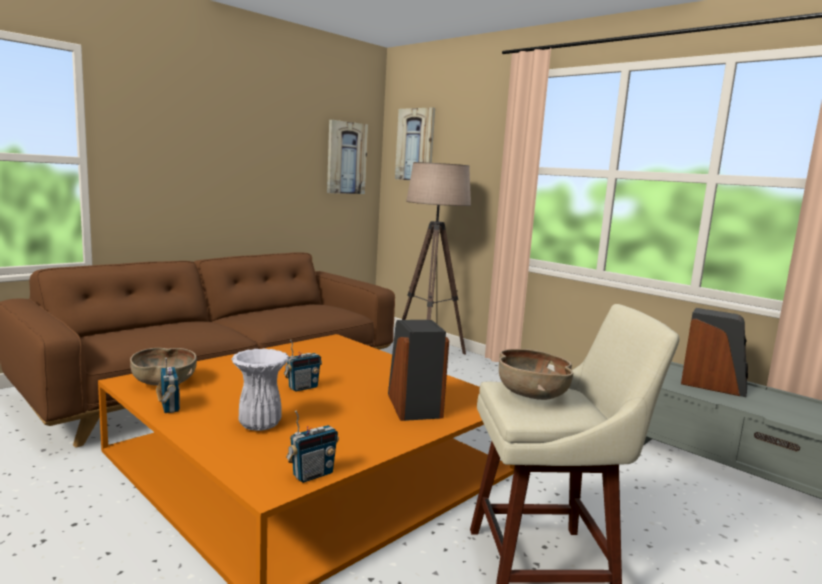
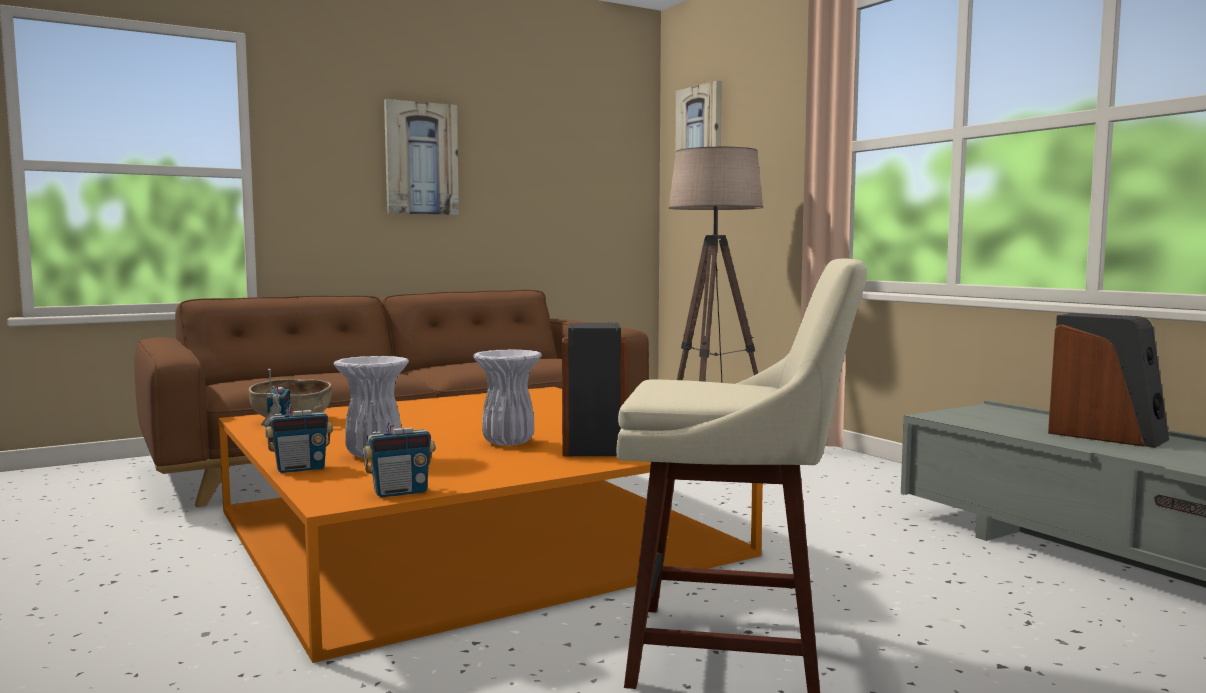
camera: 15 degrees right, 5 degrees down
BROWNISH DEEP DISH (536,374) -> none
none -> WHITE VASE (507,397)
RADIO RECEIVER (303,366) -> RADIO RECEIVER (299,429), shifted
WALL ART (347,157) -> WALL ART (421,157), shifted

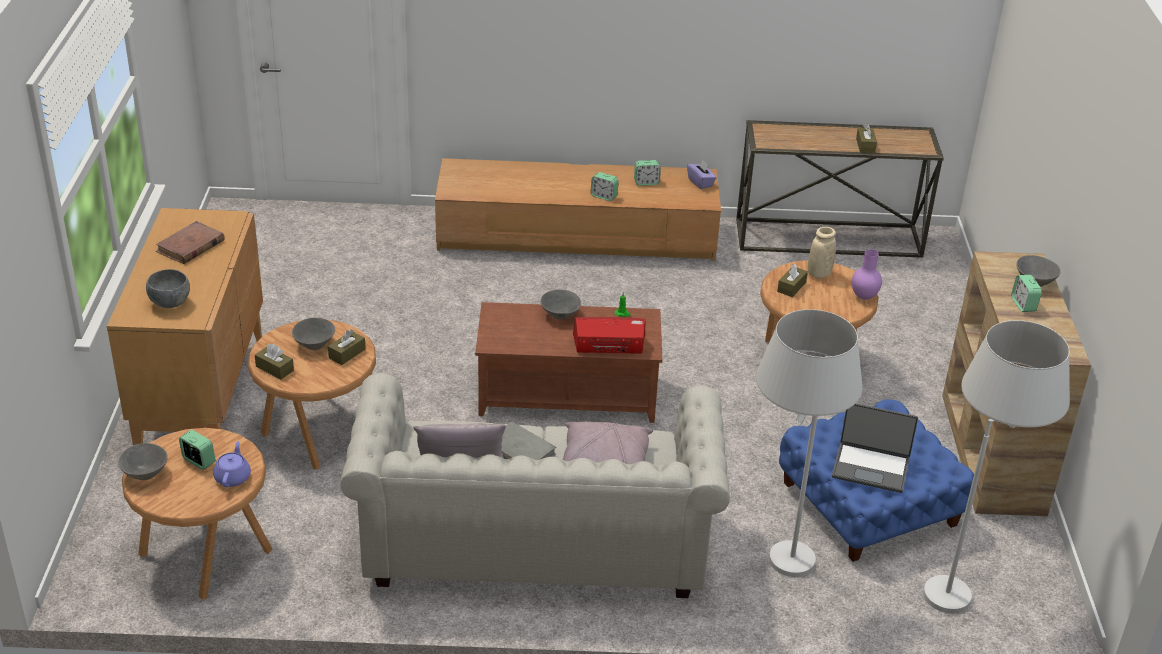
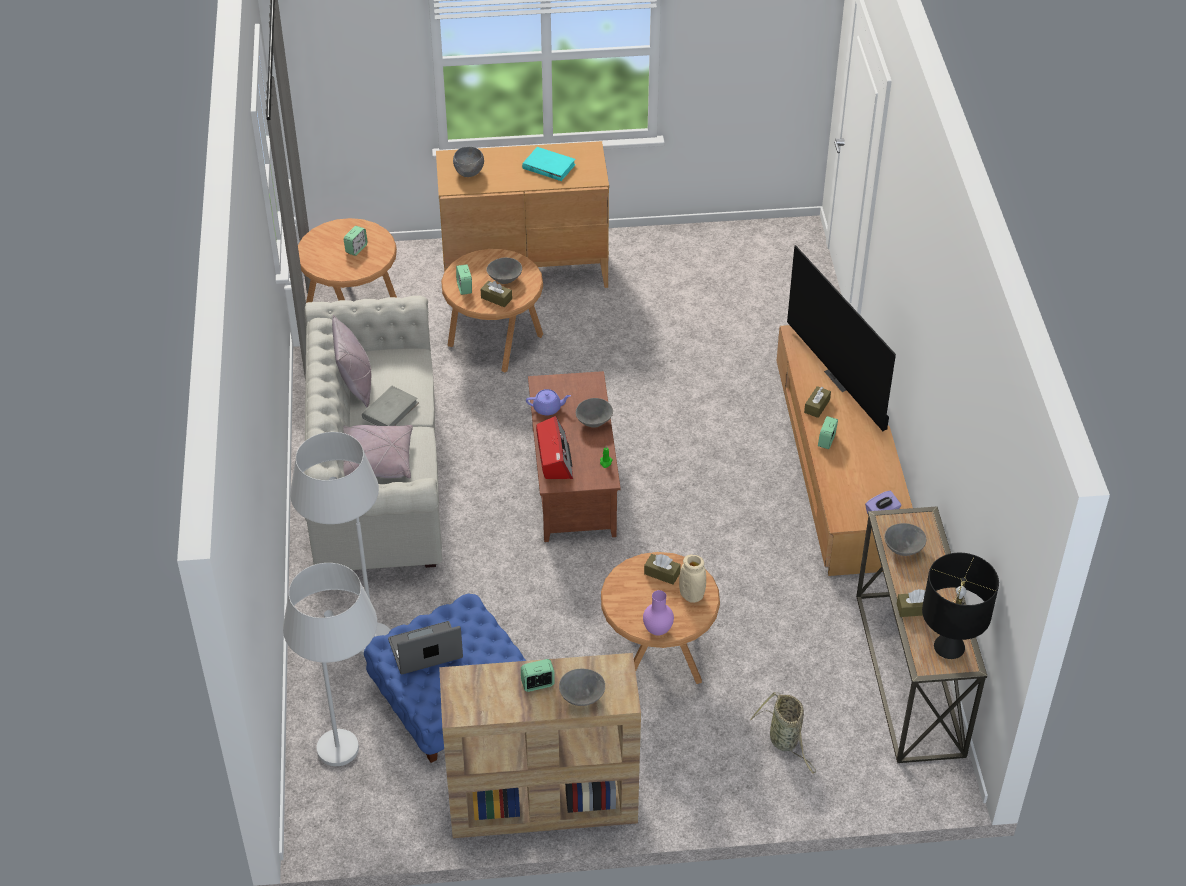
camera: 85 degrees right, 10 degrees up
none -> HOUSEHOLD BASKET (783,732)
none -> TV (841,338)
none -> BLACKISH TABLETOP LAMP (960,606)
GRAY DEEP DISH (143,461) -> GRAY DEEP DISH (905,539), shifted
PURPLE-COLOURED TEA POT (232,464) -> PURPLE-COLOURED TEA POT (548,402), shifted
BROWNISH TISSUE BOX (274,361) -> BROWNISH TISSUE BOX (817,402), shifted
BEDSIDE CLOCK (647,173) -> BEDSIDE CLOCK (464,279), shifted
BROWNISH BOOK (190,242) -> TURQUOISE BOOK (549,164)
LAPTOP (875,448) -> LAPTOP (425,647), 60 degrees clockwise

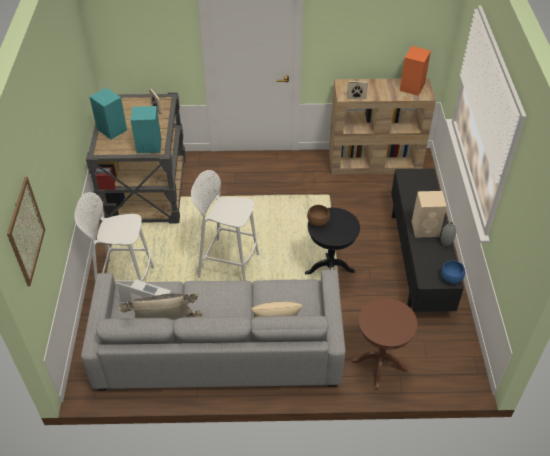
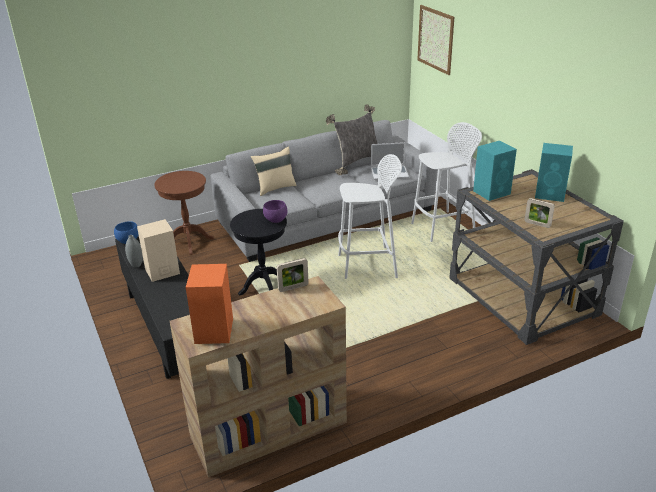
camera: 155 degrees right, 15 degrees down
BROWNISH DEEP DISH (318,215) -> PURPLE-COLOURED DEEP DISH (275,211)

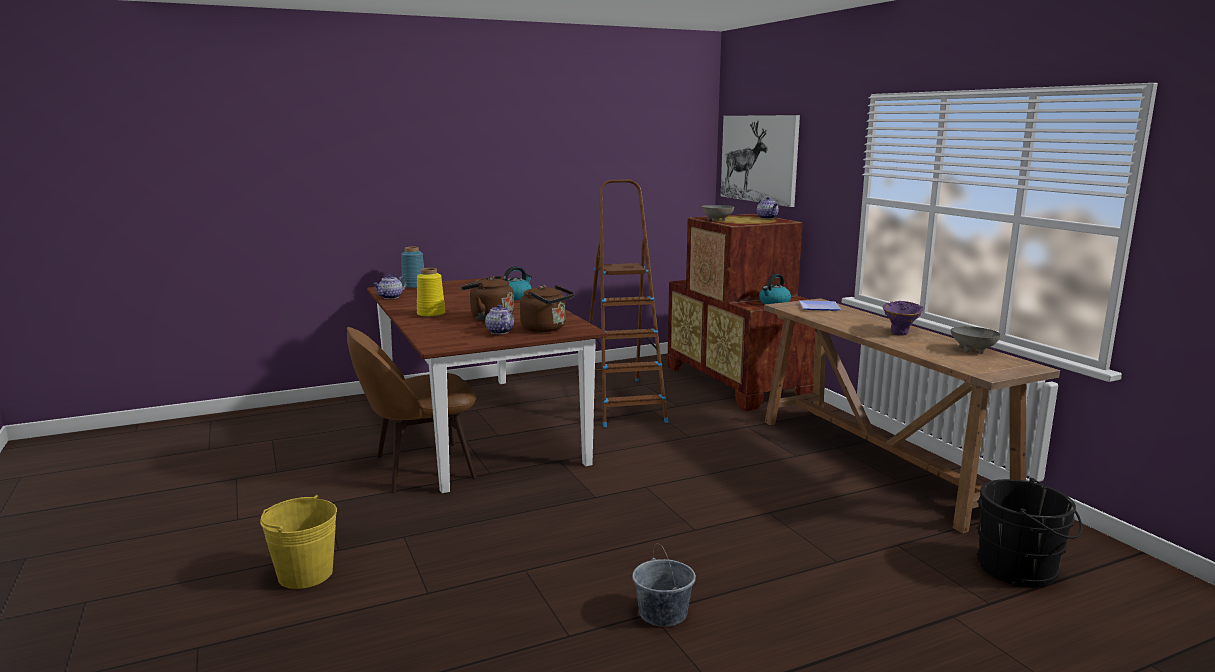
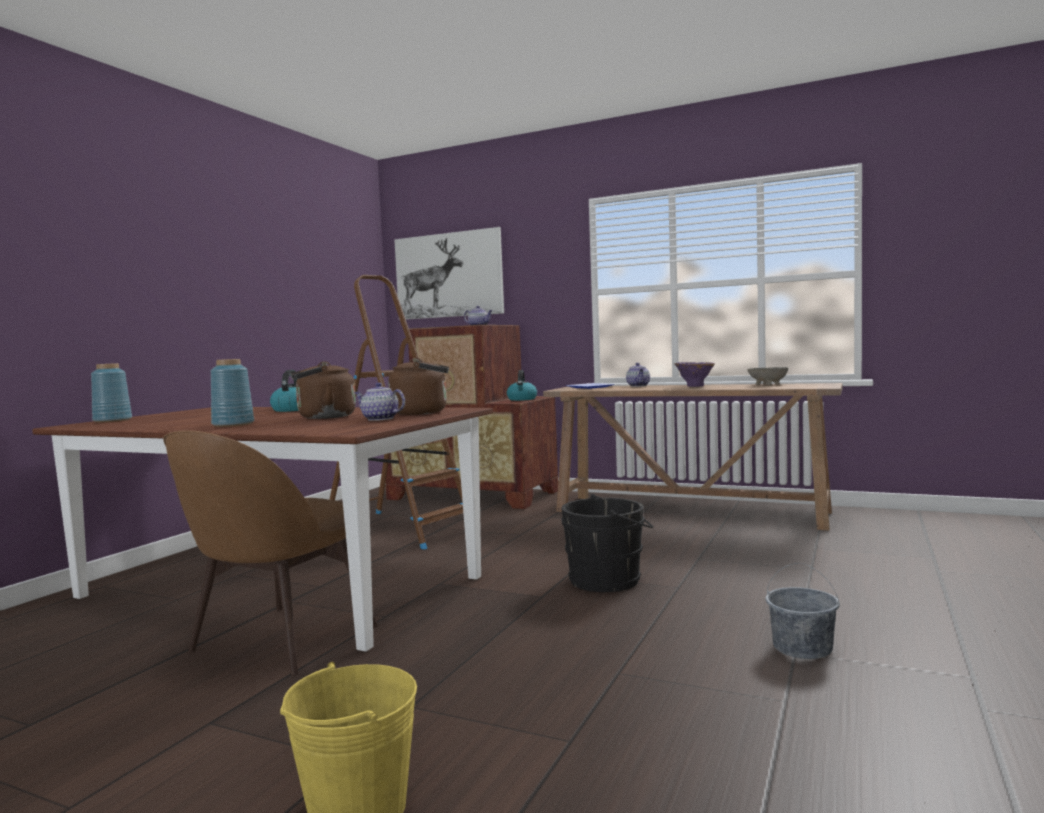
camera: 40 degrees left, 10 degrees down
GRAY DEEP DISH (718,213) -> none
TEA POT (389,286) -> TEA POT (638,375), shifted
BLACKISH WATER BUCKET (1029,533) -> BLACKISH WATER BUCKET (607,543), shifted
YELLOWISH VASE (431,292) -> BLUISH VASE (232,393)

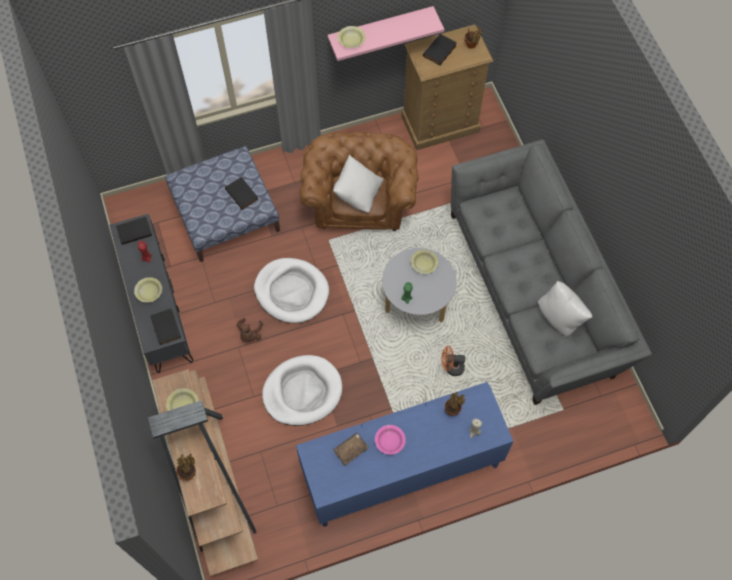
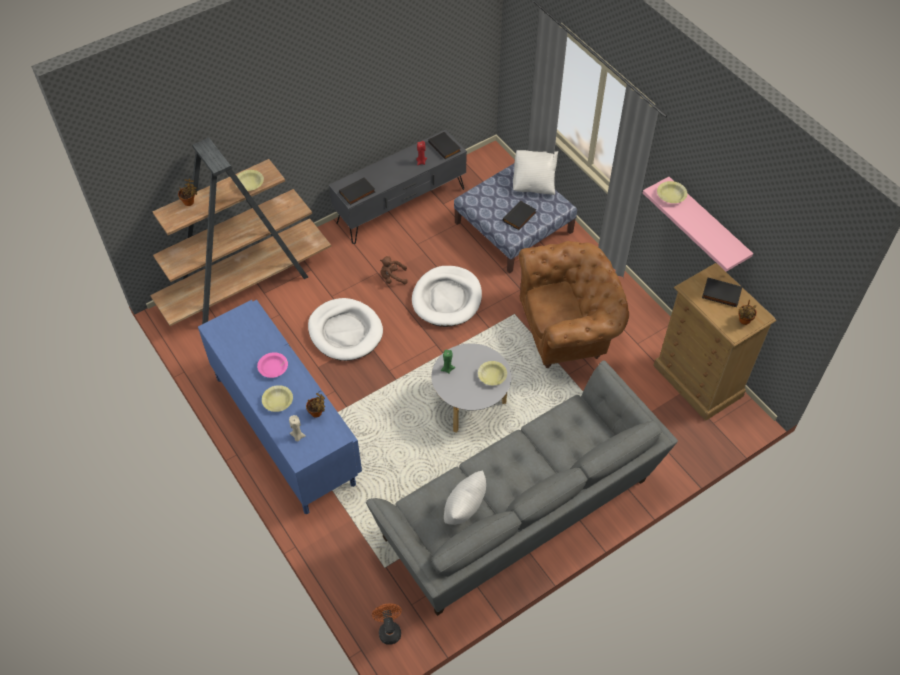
camera: 75 degrees right, 10 degrees down
BROWNISH BOOK (351,449) -> none
YELLOWISH DEEP DISH (148,290) -> YELLOWISH DEEP DISH (277,398), shifted
WHITE THROW PILLOW (358,184) -> WHITE THROW PILLOW (536,172), shifted
ORANGEY COOLING FAN (453,361) -> ORANGEY COOLING FAN (387,624), shifted

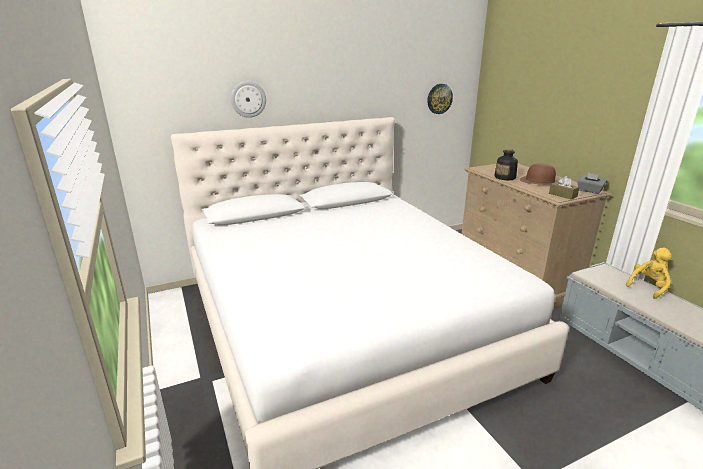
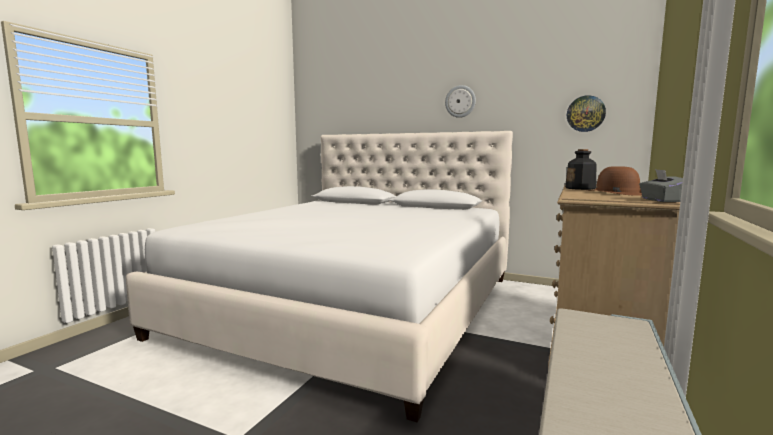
camera: 50 degrees right, 15 degrees down
BROWNISH TISSUE BOX (564,187) -> none
YELLOWISH PLUSH TOY (649,273) -> none
HANGING CLOCK (248,99) -> HANGING CLOCK (460,101), shifted

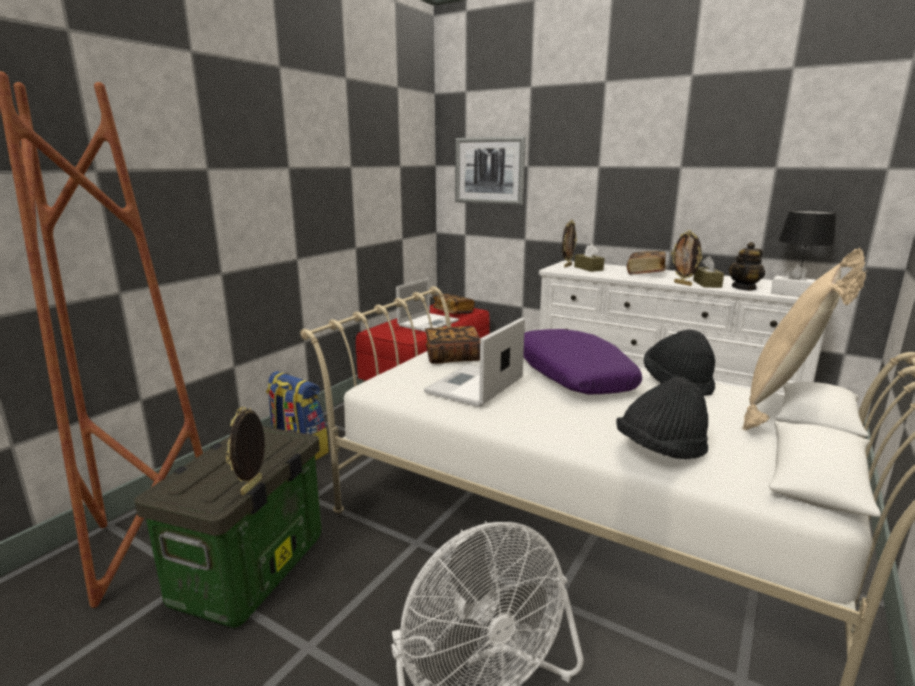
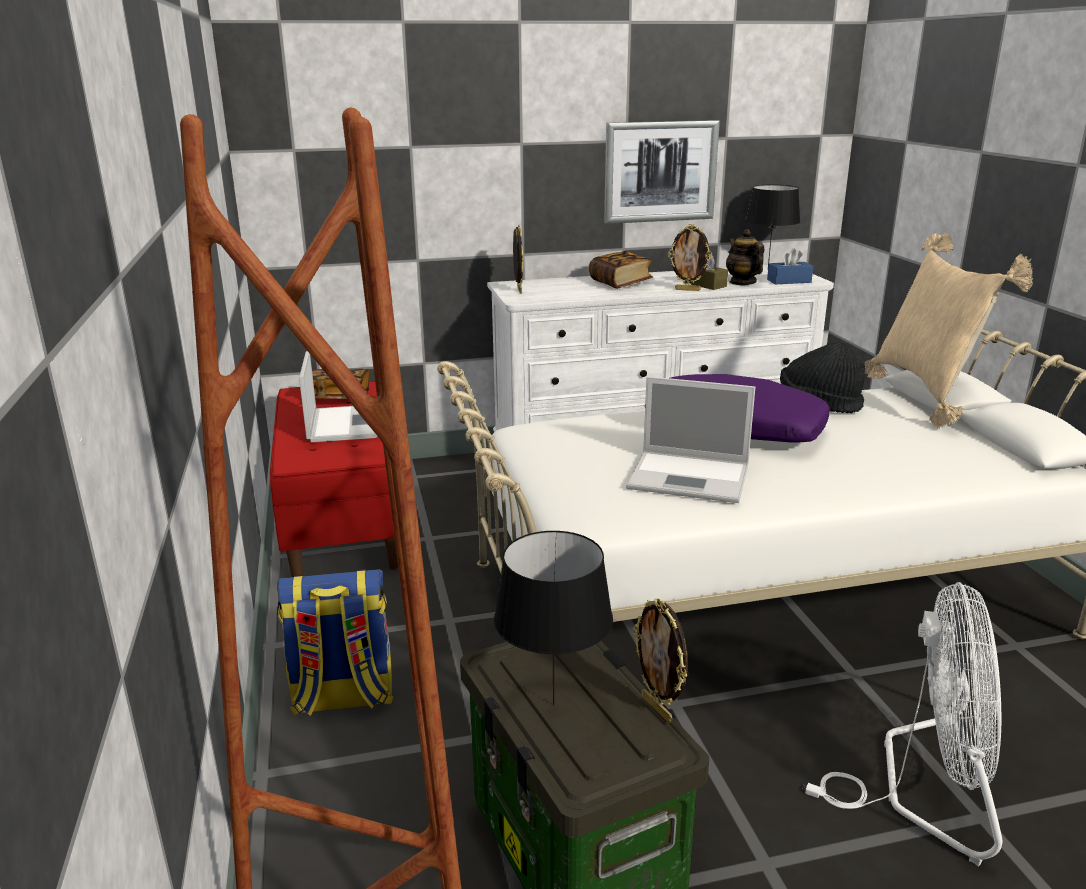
camera: 45 degrees left, 5 degrees up
BOOK (452,345) -> none
BROWNISH TISSUE BOX (589,258) -> none
BLACKISH WEARABLE HAT (662,418) -> none
none -> BLACKISH TABLETOP LAMP (553,618)
WALL ART (490,170) -> WALL ART (662,172), shifted
WHITE TISSUE BOX (793,280) -> BLUISH TISSUE BOX (790,266)
LAPTOP (474,362) -> LAPTOP (690,439), 60 degrees counterclockwise
TEA POT (747,266) -> TEA POT (745,257), 150 degrees clockwise

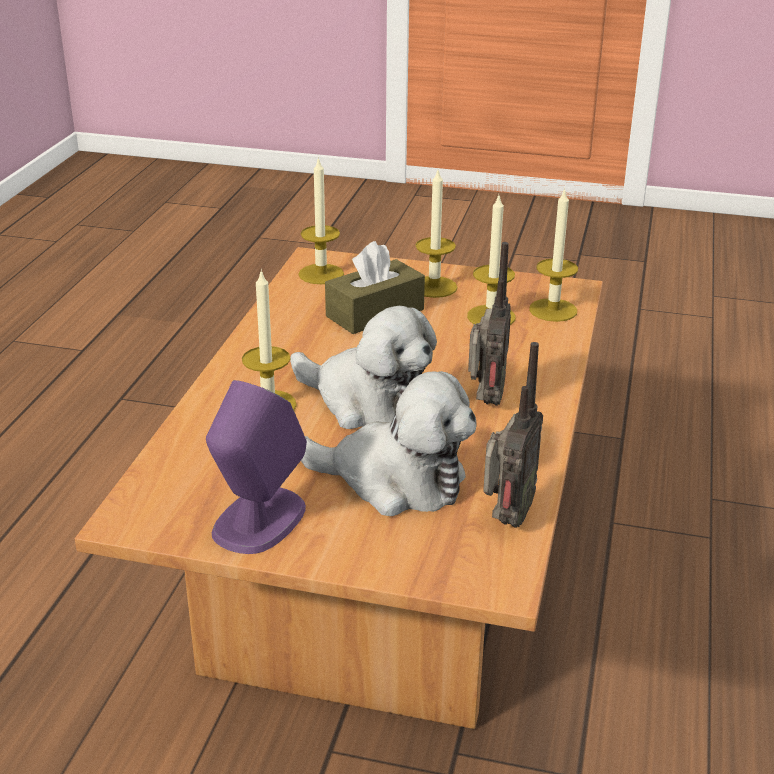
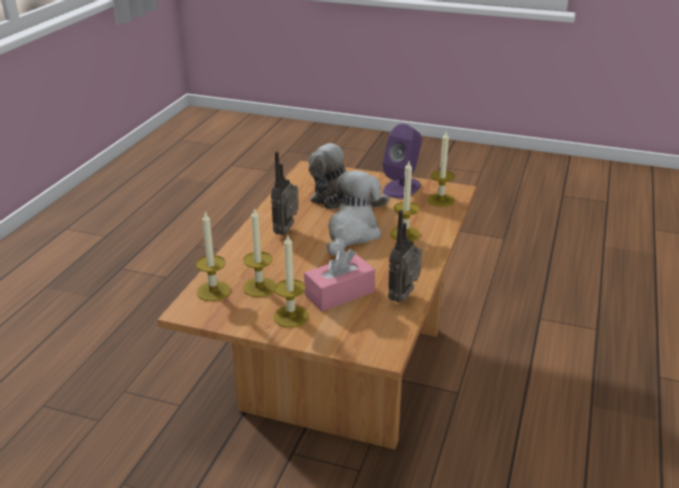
camera: 175 degrees left, 0 degrees up
CANDLE (321,220) -> CANDLE (441,168), shifted
RADIO RECEIVER (513,435) -> RADIO RECEIVER (405,256), shifted
BROWNISH TISSUE BOX (375,287) -> PINK TISSUE BOX (339,280)
PLUSH TOY (363,367) -> PLUSH TOY (354,213), 75 degrees clockwise

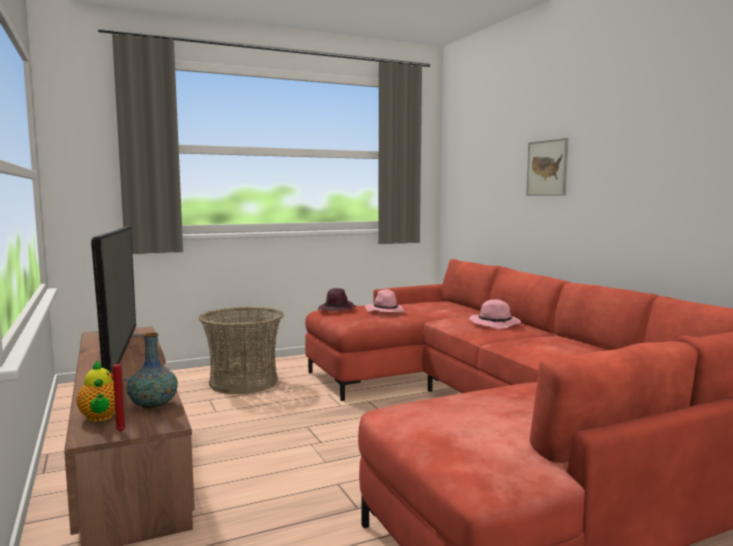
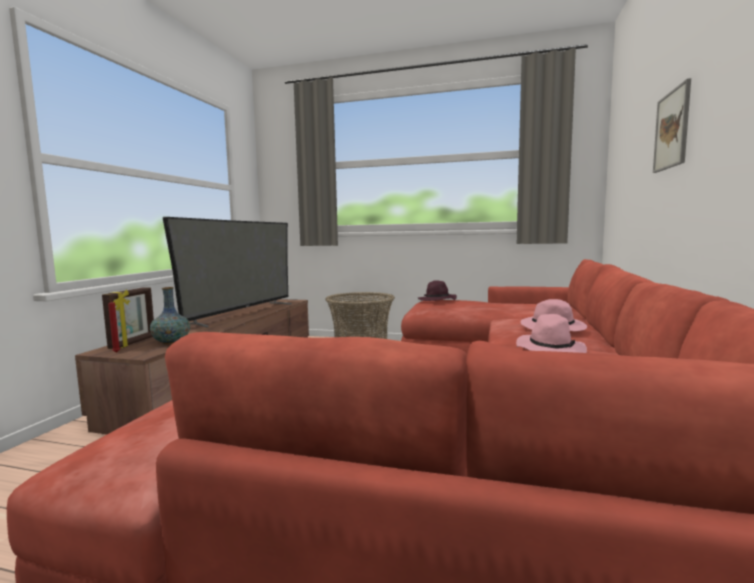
camera: 40 degrees right, 0 degrees up
PINK WEARABLE HAT (385,300) -> PINK WEARABLE HAT (551,333), shifted
TEA POT (95,391) -> STANDING FRAME (128,318)

